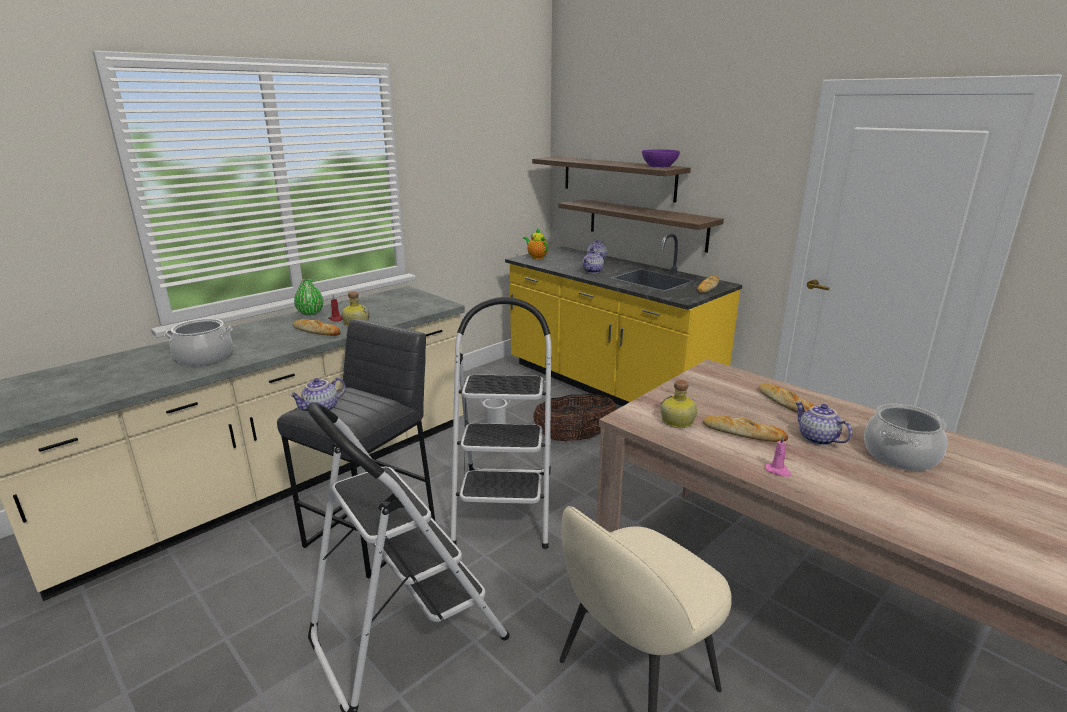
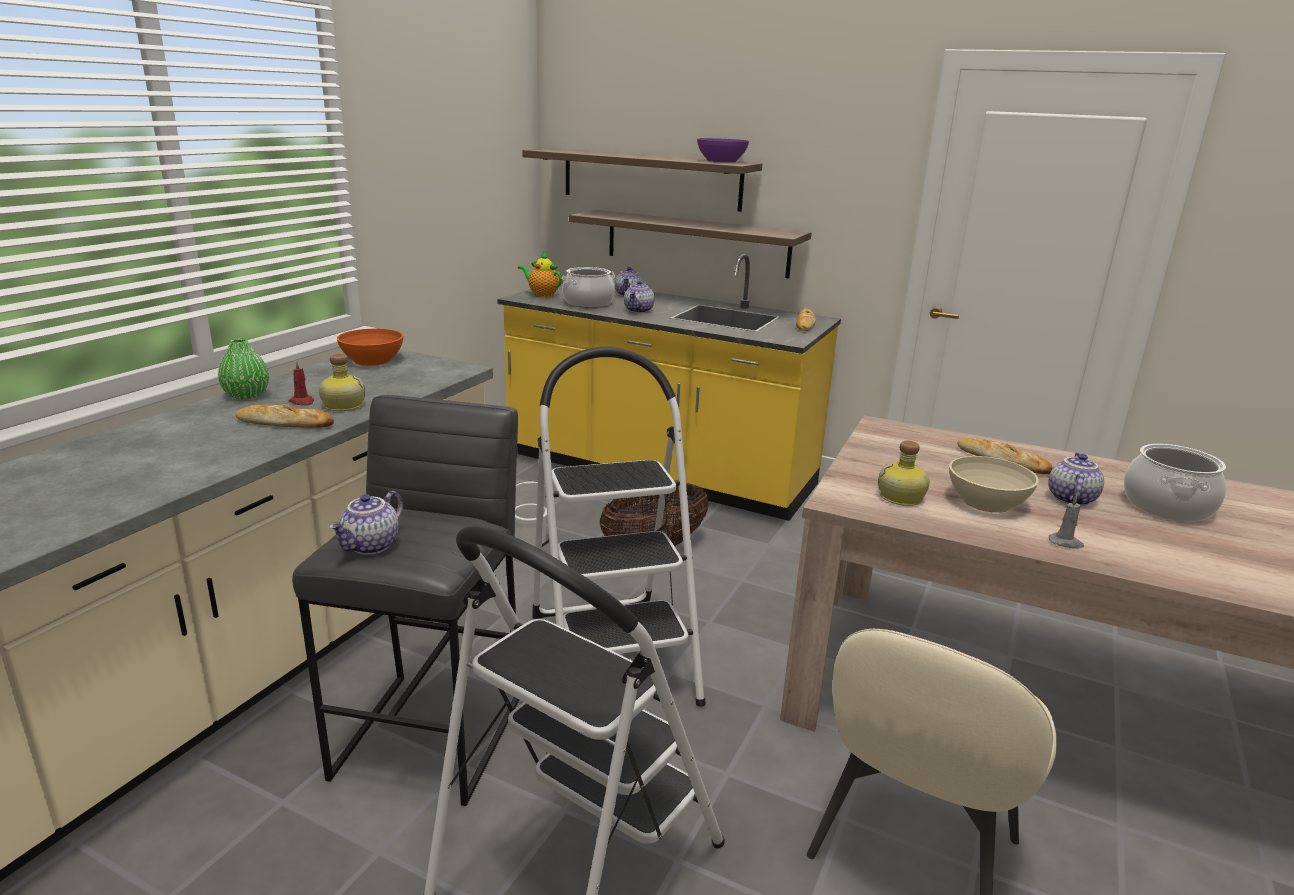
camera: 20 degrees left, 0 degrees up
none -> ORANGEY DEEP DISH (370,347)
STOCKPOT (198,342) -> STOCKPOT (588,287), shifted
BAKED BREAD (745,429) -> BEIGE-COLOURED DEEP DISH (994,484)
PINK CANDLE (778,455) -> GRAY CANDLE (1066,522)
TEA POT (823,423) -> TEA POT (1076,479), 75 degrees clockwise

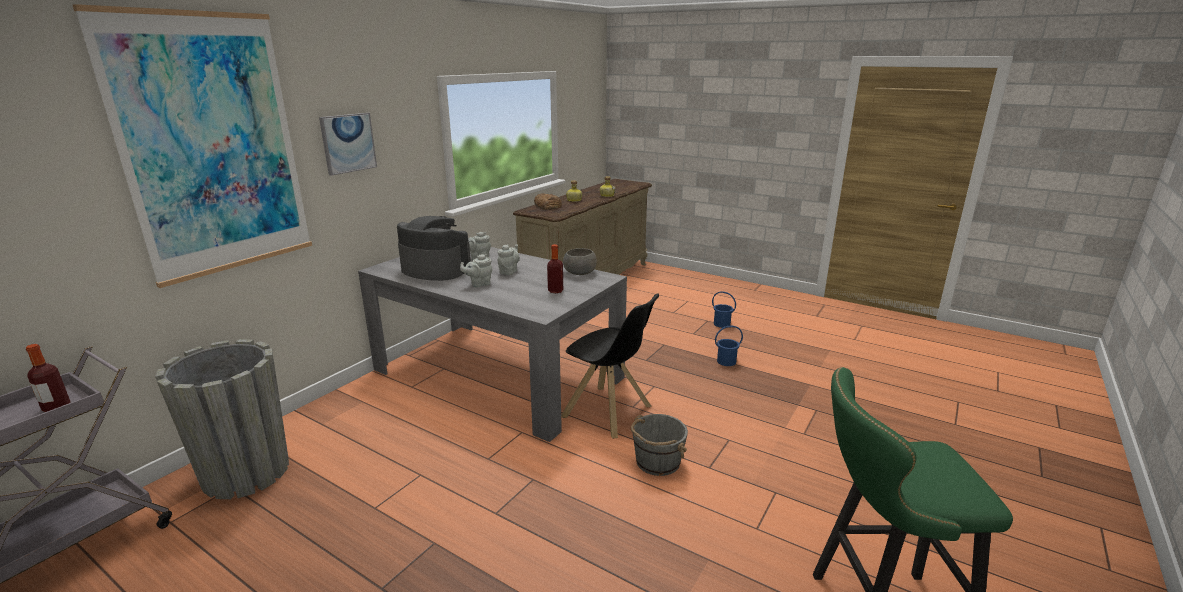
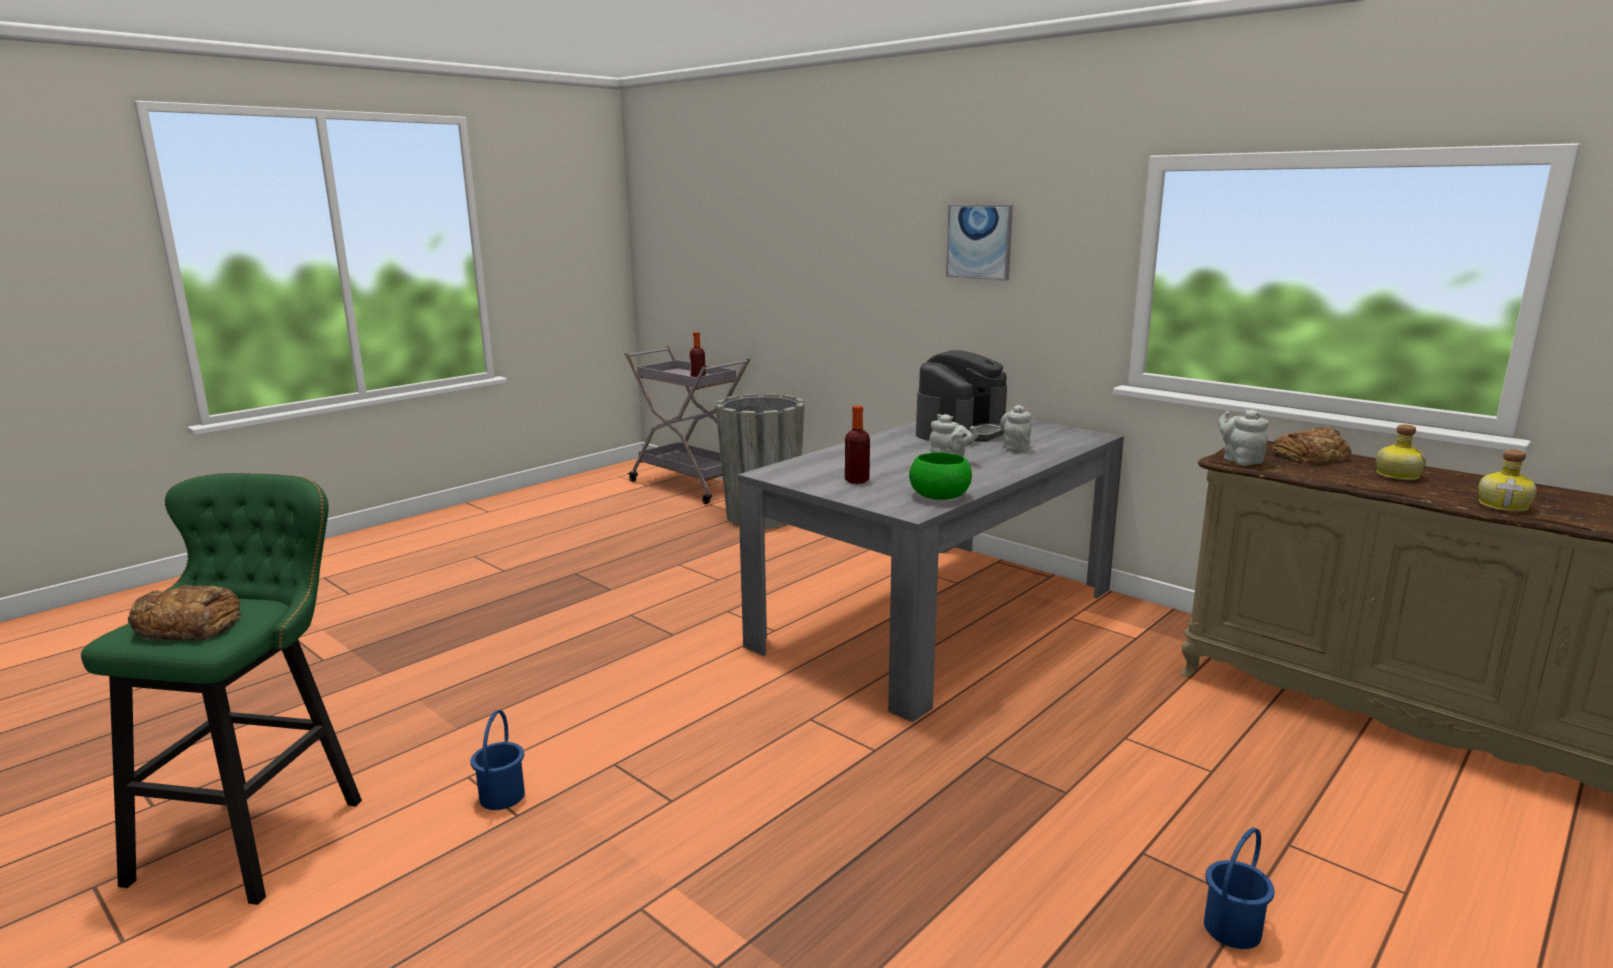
camera: 100 degrees right, 5 degrees down
WALL ART (192,146) -> none
BLACKISH UPRIGHT CHAIR (610,365) -> none
GRAY WATER BUCKET (659,445) -> none
none -> BAKED BREAD (185,613)
GRAY TEA POT (476,270) -> GRAY TEA POT (1243,437), shifted
BLUISH WATER BUCKET (729,346) -> BLUISH WATER BUCKET (498,760), shifted
GRAY DEEP DISH (580,261) -> GREEN-COLOURED DEEP DISH (940,476)

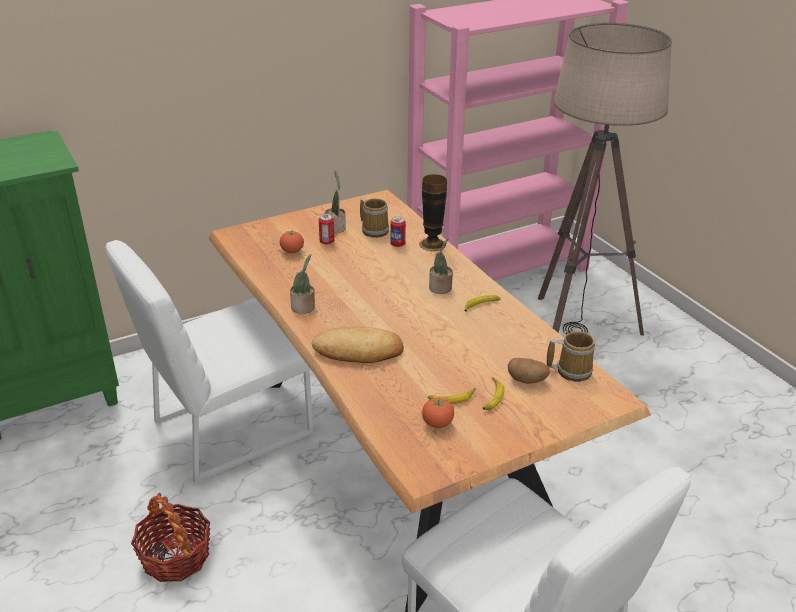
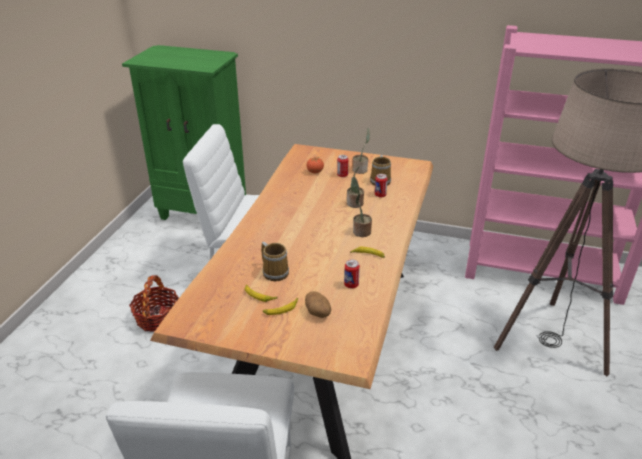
camera: 45 degrees right, 0 degrees up
BAKED BREAD (358,345) -> none
VASE (433,212) -> none
TOMATO (438,412) -> none
none -> CAN (352,274)
POTTED PLANT (302,284) -> POTTED PLANT (355,187), shifted
TEA MUG (571,356) -> TEA MUG (275,261), shifted

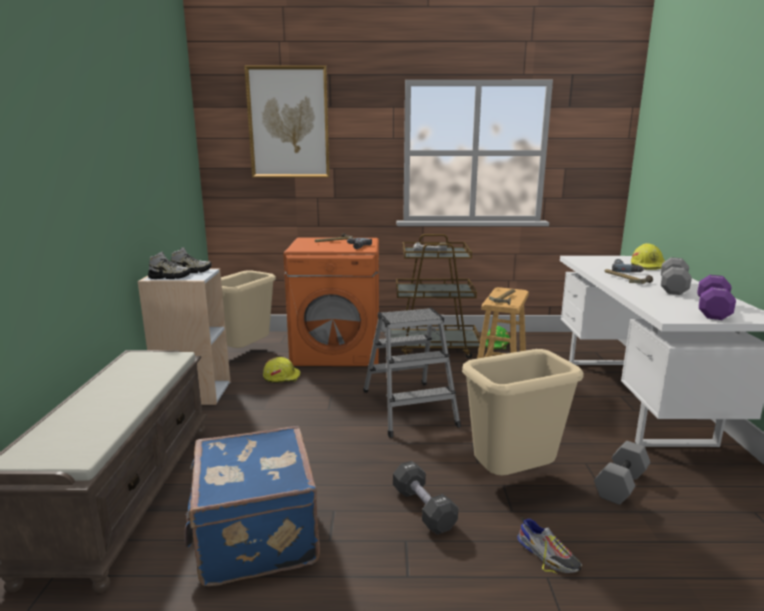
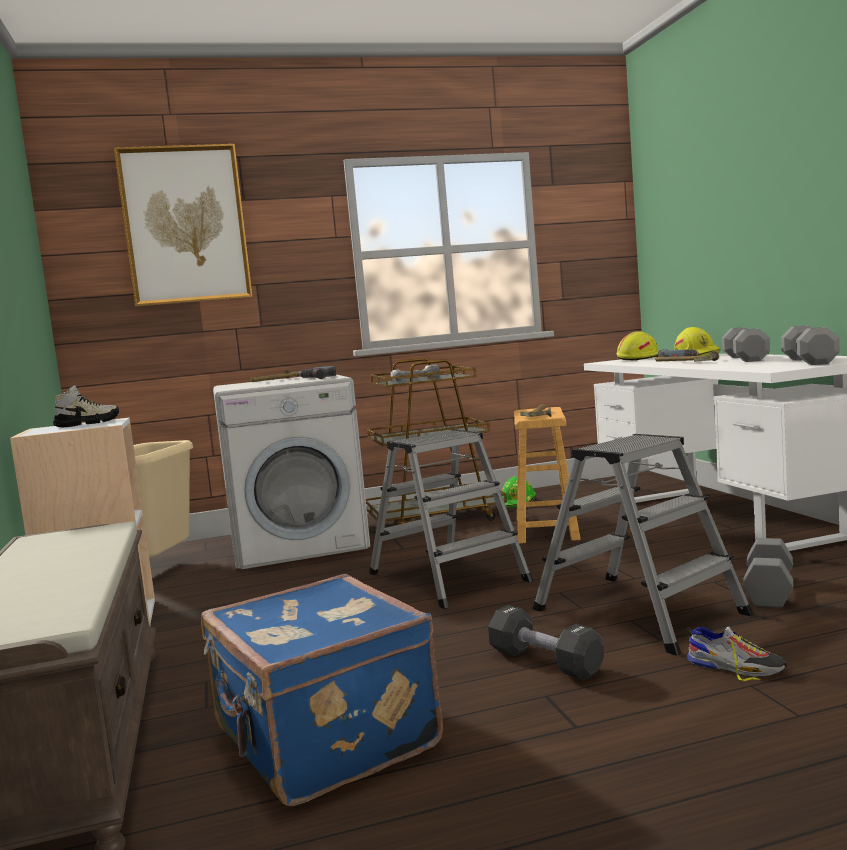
camera: 15 degrees left, 10 degrees down
LOW SHOE (169,265) -> none
YELLOWISH SAFETY HELMET (282,370) -> YELLOWISH SAFETY HELMET (637,346), shifted
BEIGE-COLOURED RUBBISH BIN (523,412) -> GRAY STEP STOOL (642,545)
ORANGEY LAUNDRY APPLIANCE (331,302) -> WHITE LAUNDRY APPLIANCE (291,471)
PURPLE-COLOURED DUMBBELL (716,297) -> GRAY DUMBBELL (810,345)

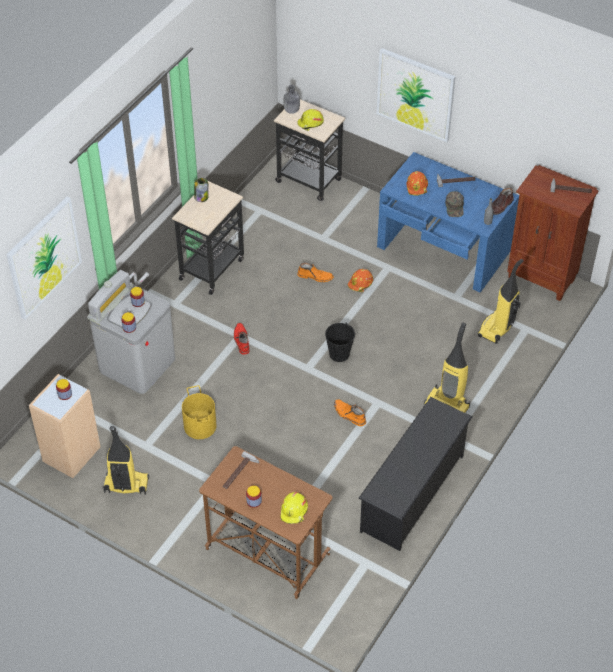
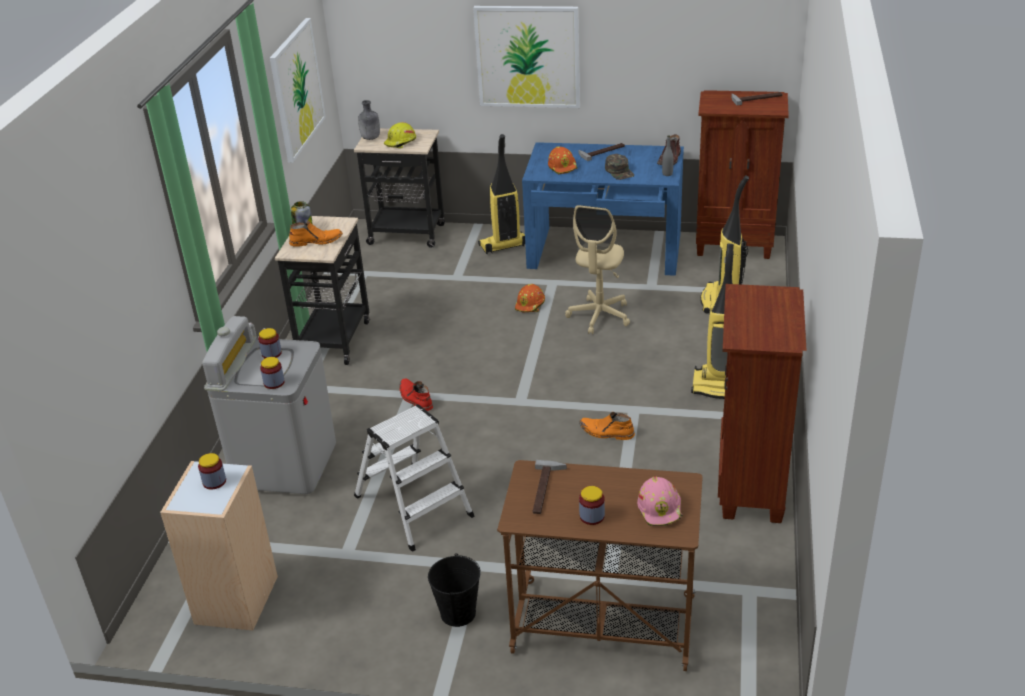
camera: 20 degrees left, 15 degrees down
none -> BEIGE-COLOURED COMPUTER CHAIR (597,269)
WALL ART (44,258) -> WALL ART (298,90), shifted
HOOVER (126,460) -> HOOVER (501,194), shifted
ORANGEY TALL BOOT (315,272) -> ORANGEY TALL BOOT (316,234), shifted
BLACKISH WATER BUCKET (340,342) -> BLACKISH WATER BUCKET (454,590), shifted
YELLOWISH WATER BUCKET (199,412) -> WHITE STEP STOOL (414,478)
BLACKISH SHOE STAND (415,474) -> BROWNISH STORAGE CABINET (762,403)
YELLOWISH SAFETY HELMET (294,508) -> PINK SAFETY HELMET (660,501)

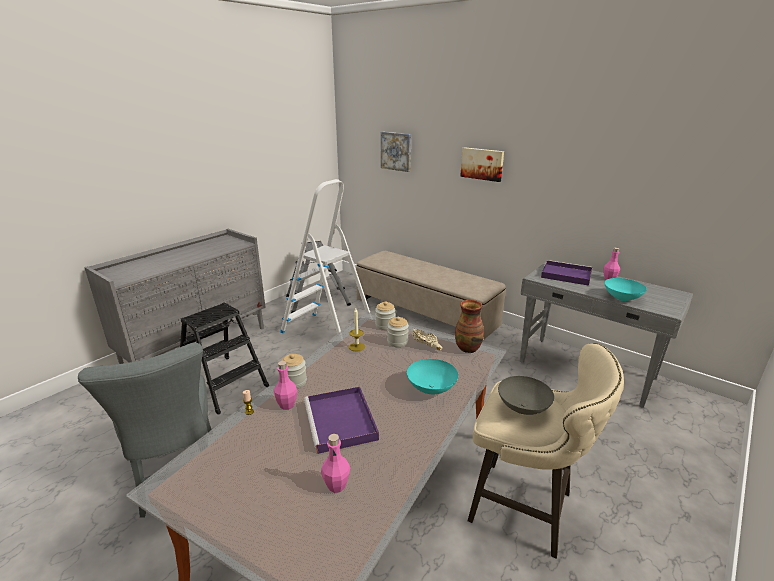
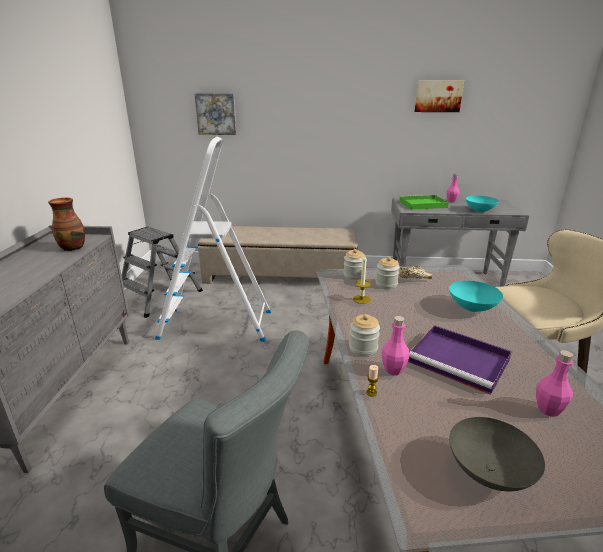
camera: 35 degrees left, 0 degrees up
BLACKISH STEP STOOL (224,358) -> none
VASE (469,326) -> VASE (66,224), shifted
WALL ART (482,164) -> WALL ART (439,96), shifted
GRAY DEEP DISH (526,395) -> GRAY DEEP DISH (497,454), shifted
PURPLE-COLOURED SERVING TRAY (566,273) -> GREEN-COLOURED SERVING TRAY (424,202)

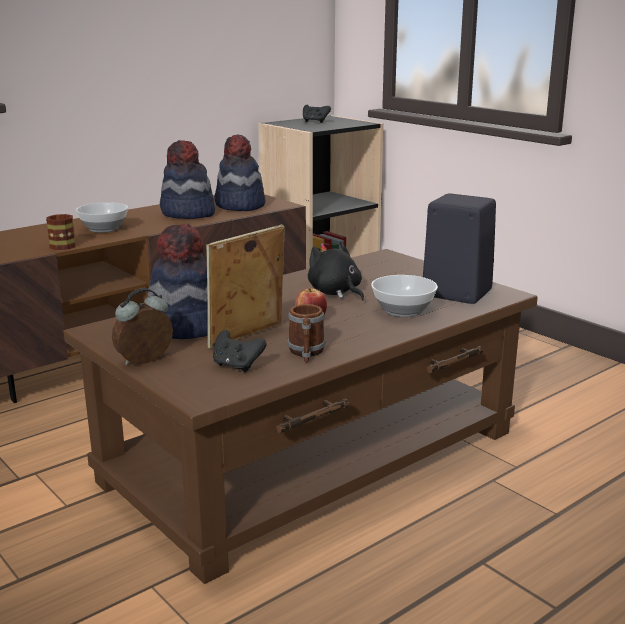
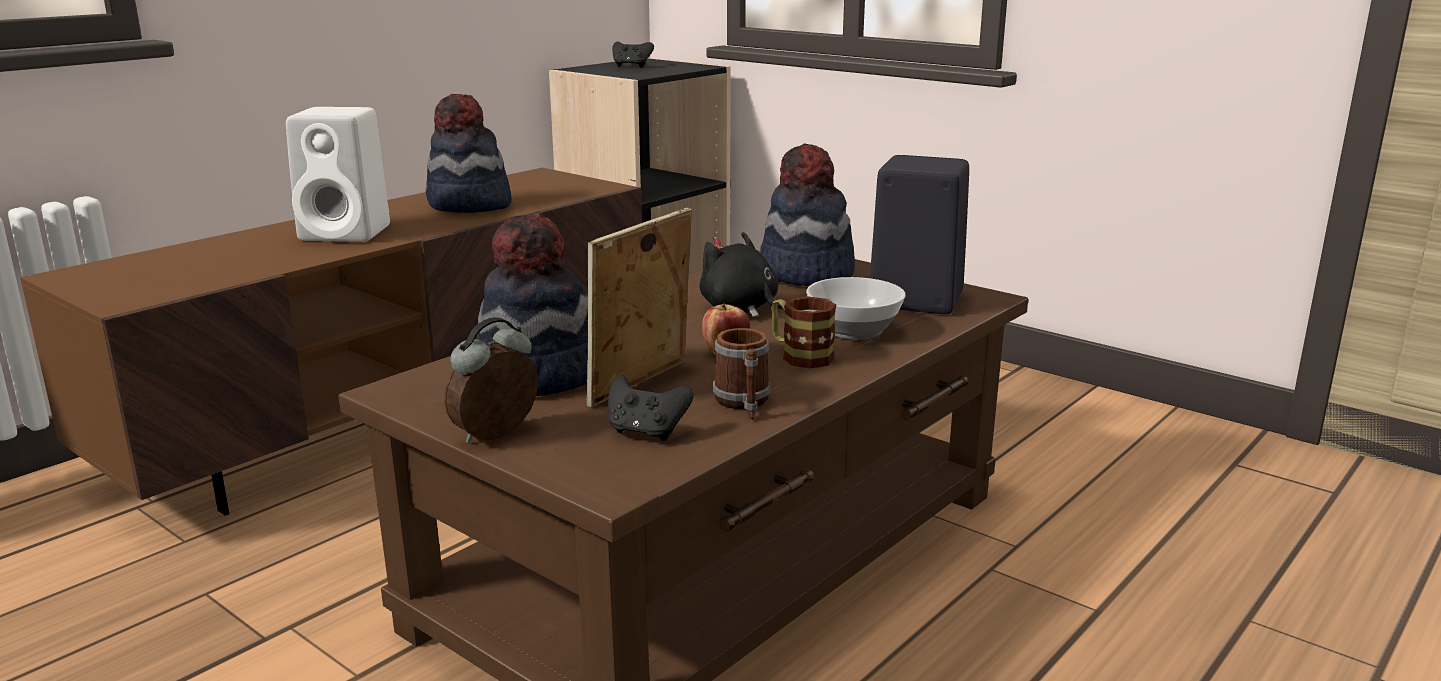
camera: 10 degrees left, 0 degrees up
TEA MUG (61,232) -> TEA MUG (803,333), shifted
WEARABLE HAT (239,172) -> WEARABLE HAT (807,215), shifted
DEEP DISH (102,217) -> WHITE LOUDSPEAKER (338,174)

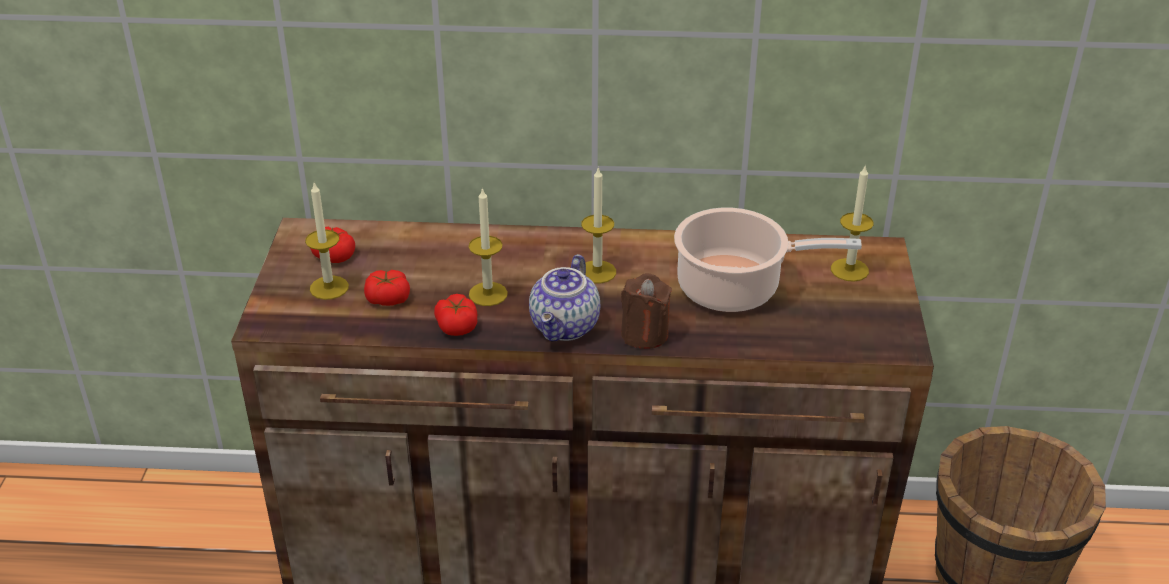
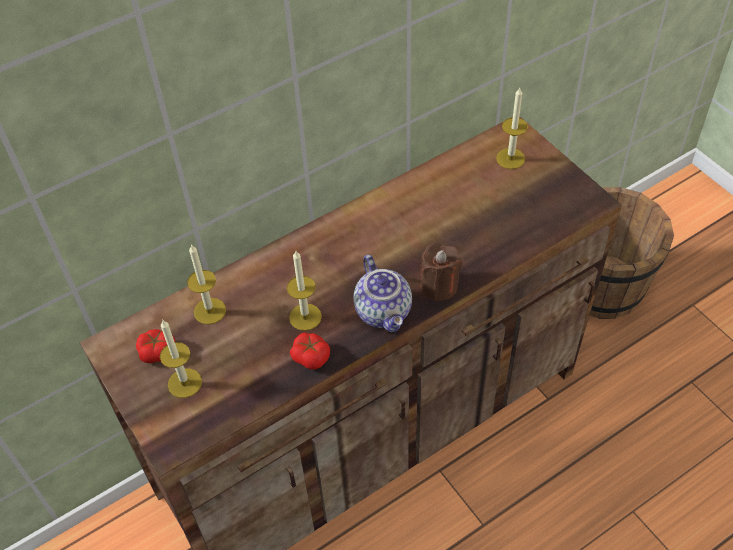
camera: 35 degrees left, 15 degrees up
TOMATO (387,288) -> none
STOCKPOT (768,260) -> none
CANDLE (598,225) -> CANDLE (206,284), shifted

